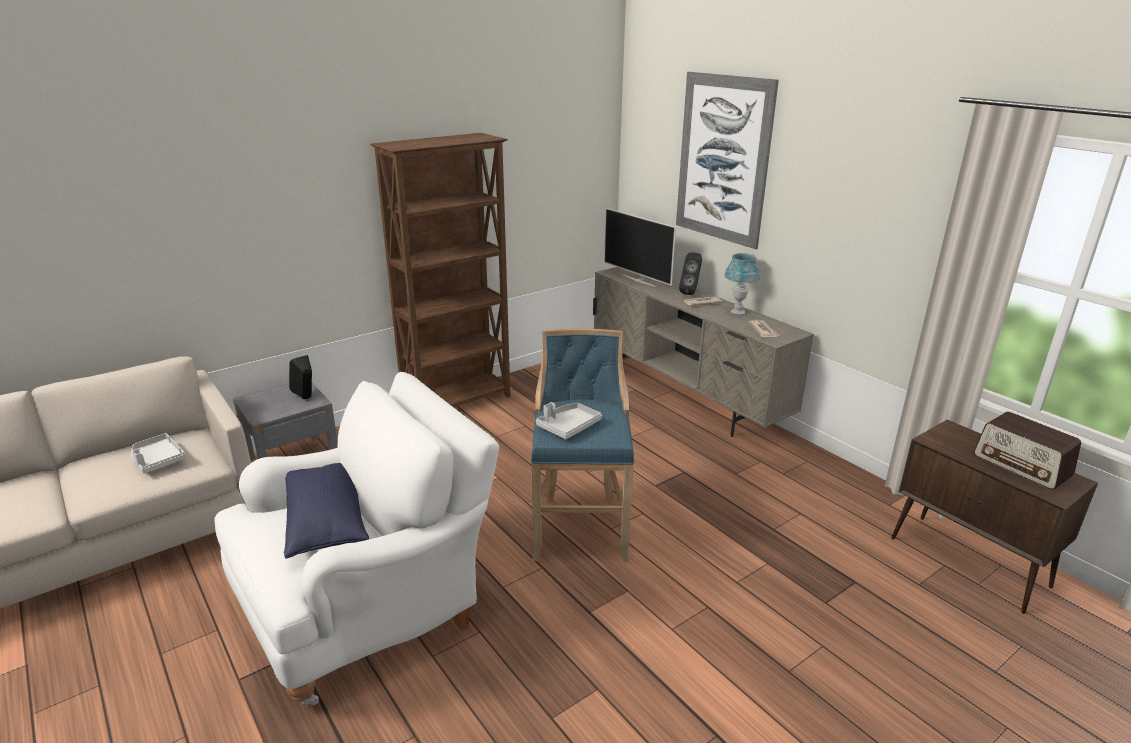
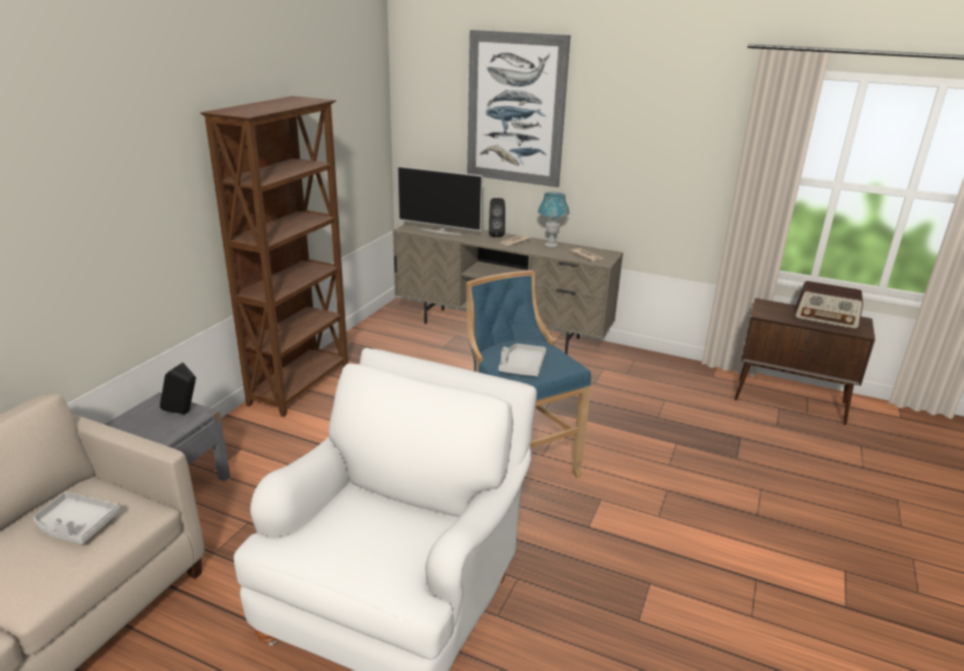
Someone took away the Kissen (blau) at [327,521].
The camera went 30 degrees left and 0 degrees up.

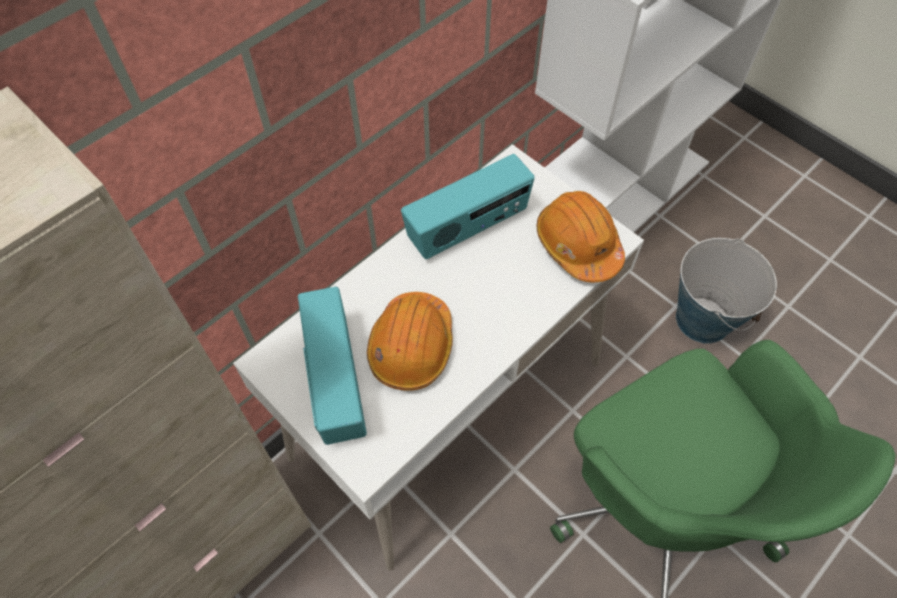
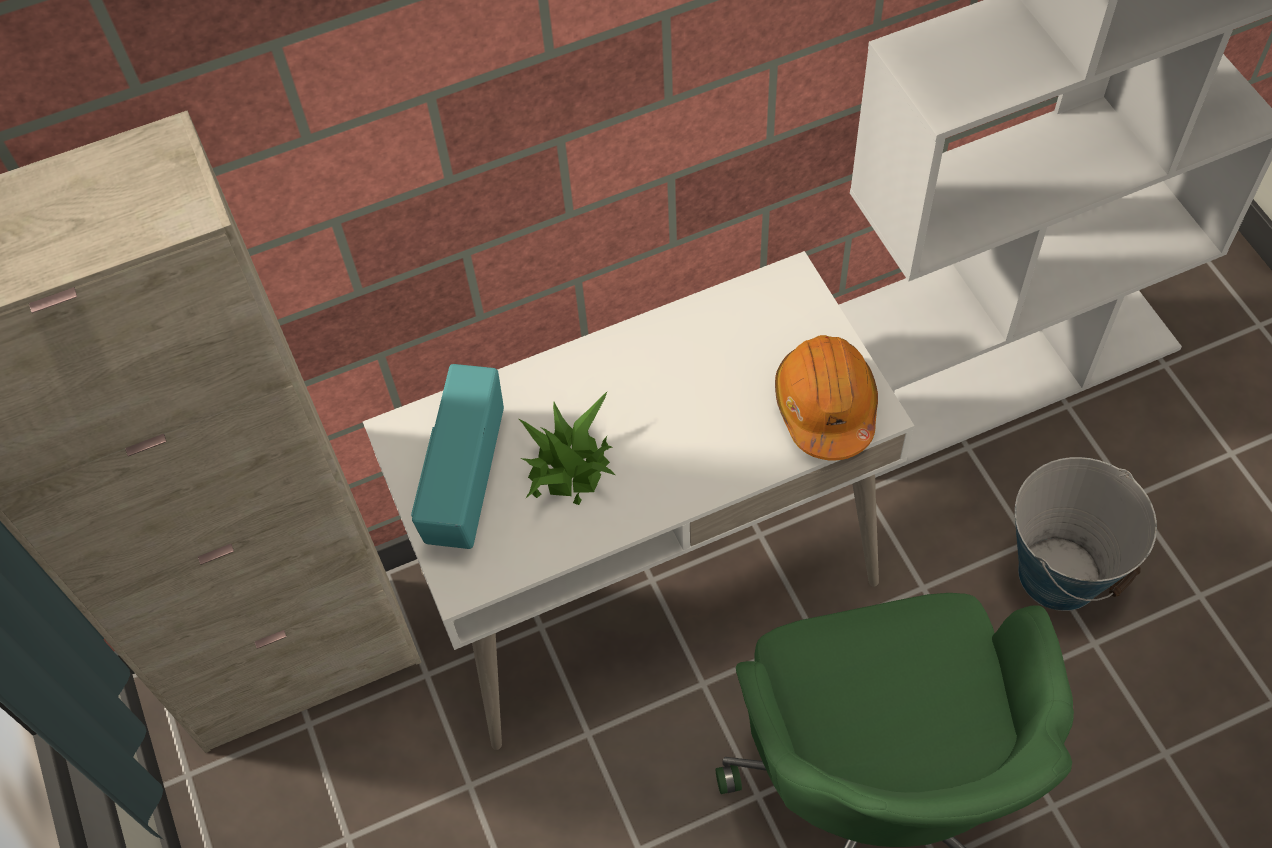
Someone took away the Radio at [468,228].
Someone swapped the Schutzhelm (orange) at [411,346] for the Topfpflanze at [568,466].
The camera went 25 degrees right and 0 degrees up.

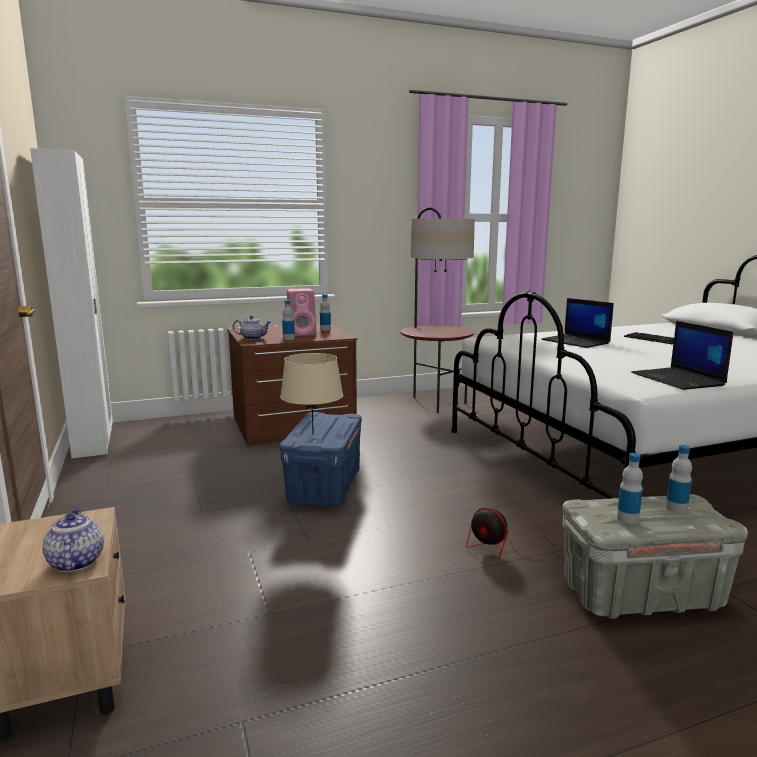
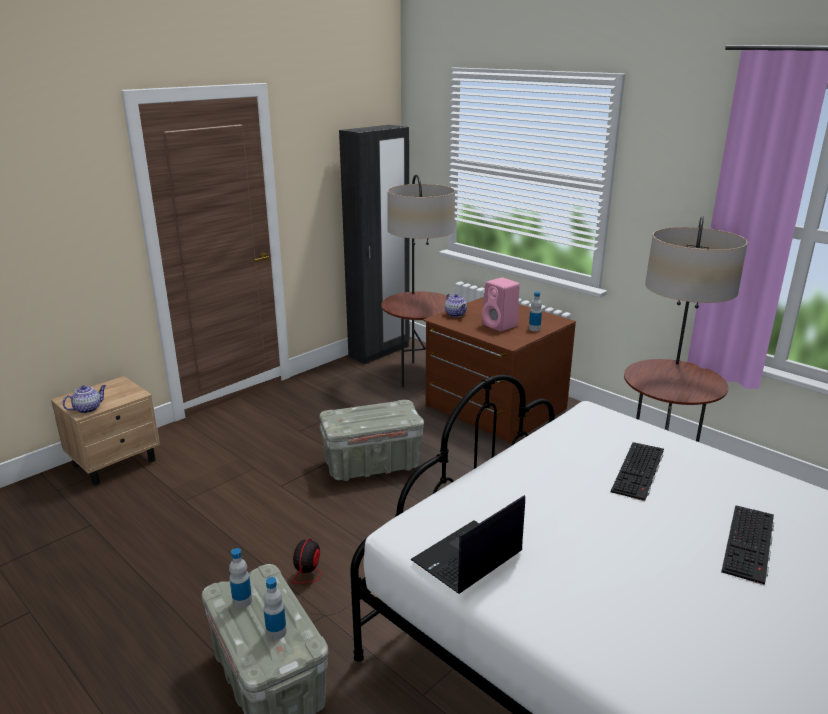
Someone took away the Tischlampe (beige) at [313,434].
Someone took away the Flasche at [288,339].
Someone put down the Stehlampe at [419,374].
Someone swapped the Laptop at [576,342] for the Tastatur at [639,471].
Someone repainted the Kleiderschrank (weiß) at [94,442], which became the Kleiderschrank (schwarz) at [379,352].
Someone repainted the Aufbewahrungsbox (blau) at [324,487], which became the Aufbewahrungsbox (grau) at [373,464].
The camera went 65 degrees right and 10 degrees up.

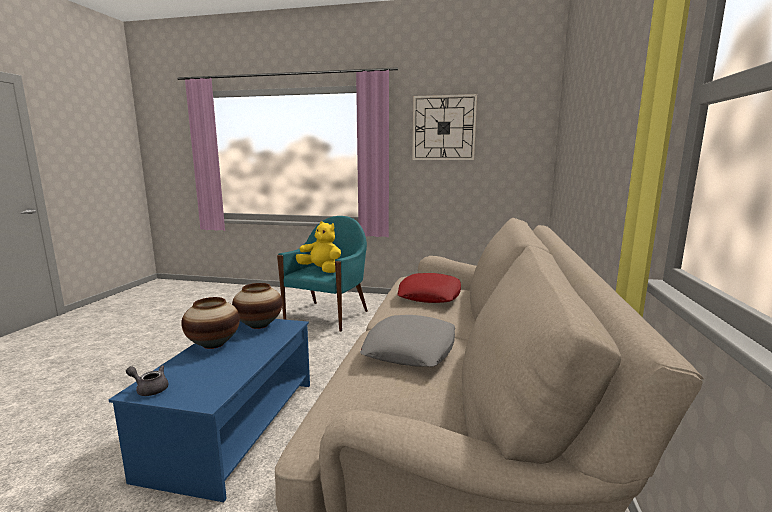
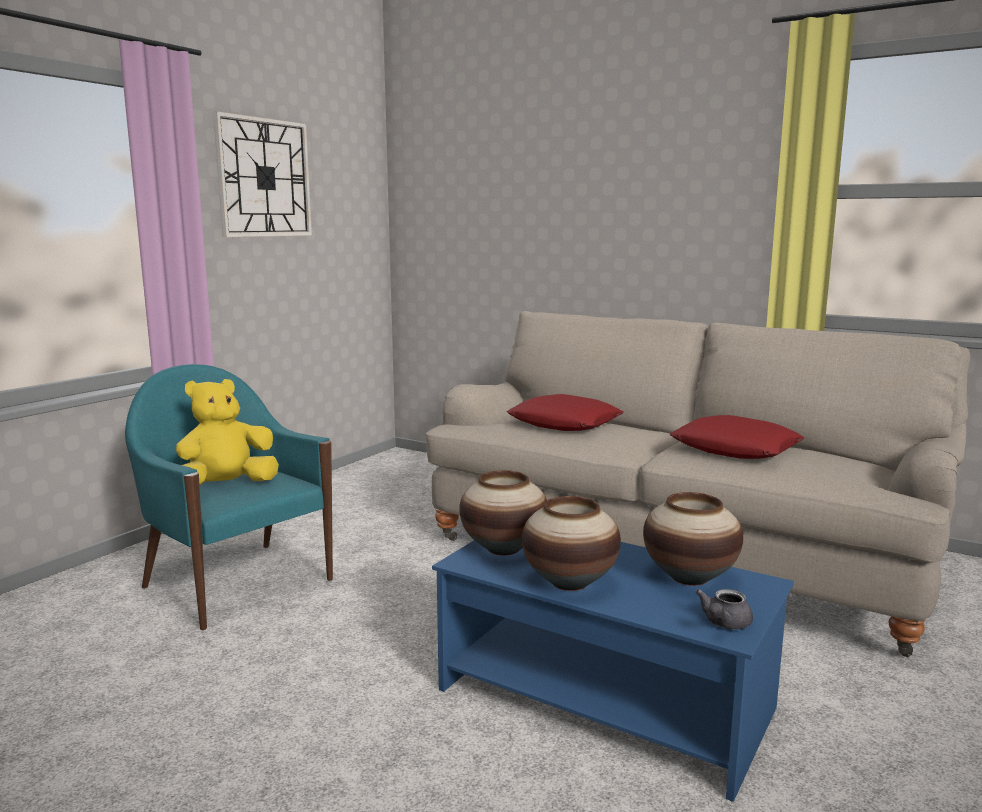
Someone put down the Vase at [689,577].
Someone repainted the Kissen (grau) at [410,349], which became the Kissen (rot) at [735,449].
The camera went 70 degrees left and 0 degrees up.

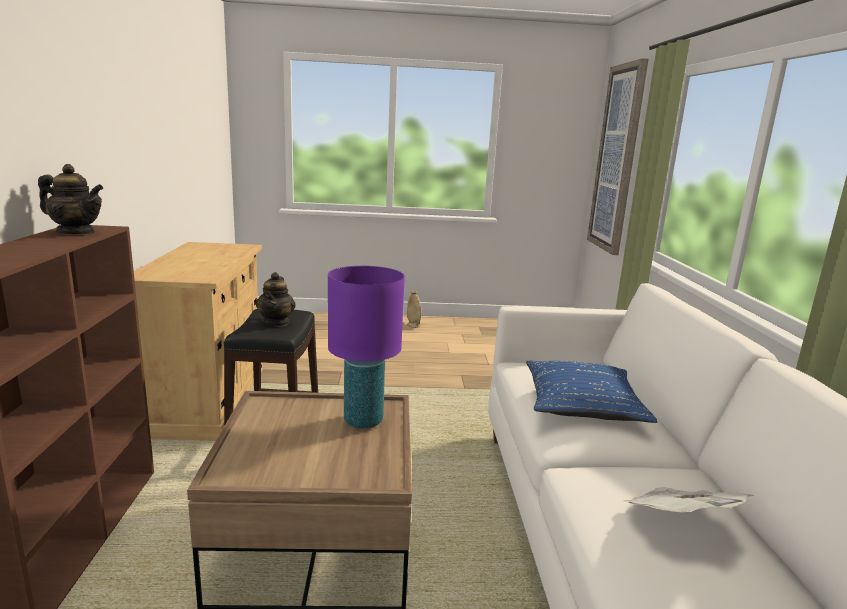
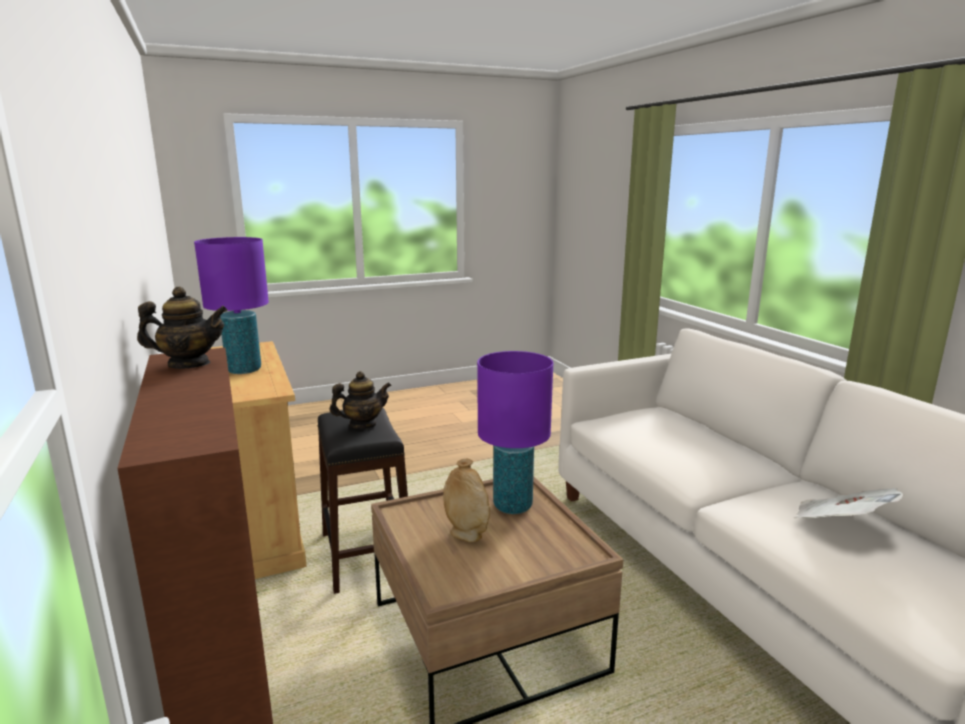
Someone took away the Kissen (blau) at [582,404].
Someone took away the Bild at [617,159].
Someone put down the Tischlampe (lila) at [244,370].
Someone carried the Vase (beige) from [413,325] to [466,534].
Someone rotated the Teekanne at [276,322] by 90 degrees counterclockwise.
The camera went 20 degrees left and 0 degrees up.

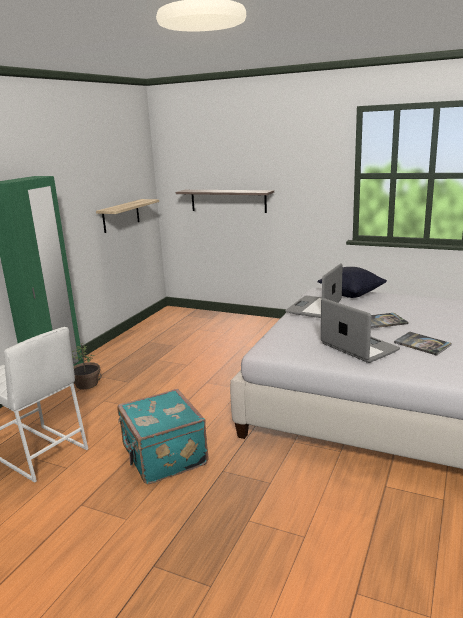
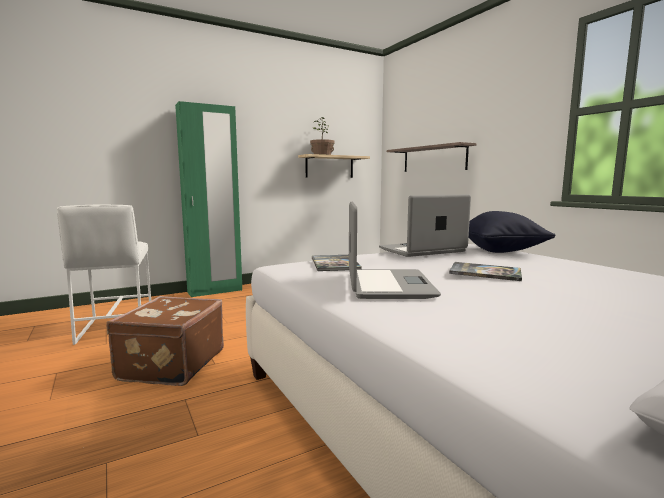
Someone carried the Topfpflanze from [87,384] to [322,155].
Someone carried the Buch from [422,344] to [335,264].
Someone repainted the Koffer (türkis) at [163,457], which became the Koffer (braun) at [170,364].
The camera went 35 degrees right and 10 degrees down.

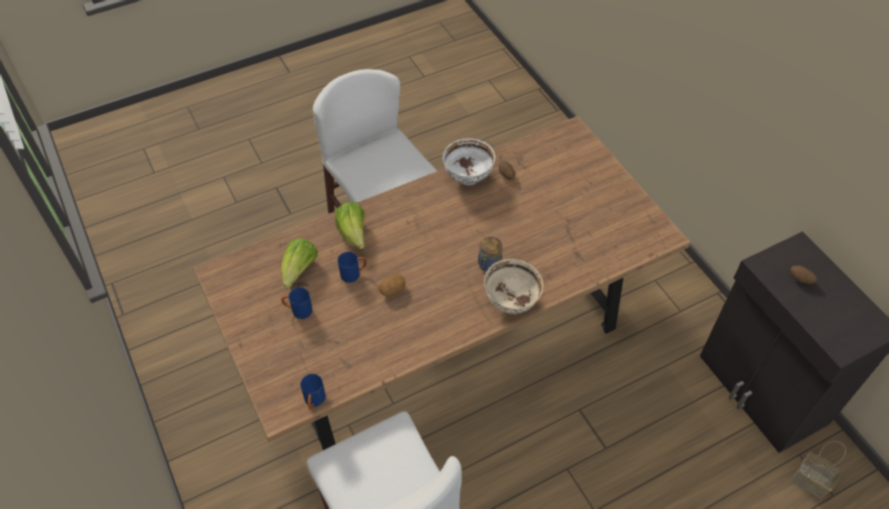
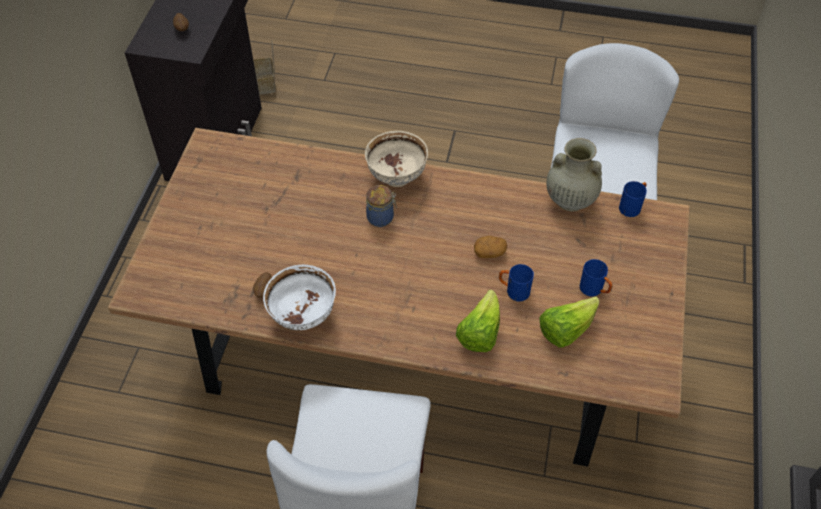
Someone put down the Vase (beige) at [569,200].
The camera went 140 degrees left and 0 degrees up.

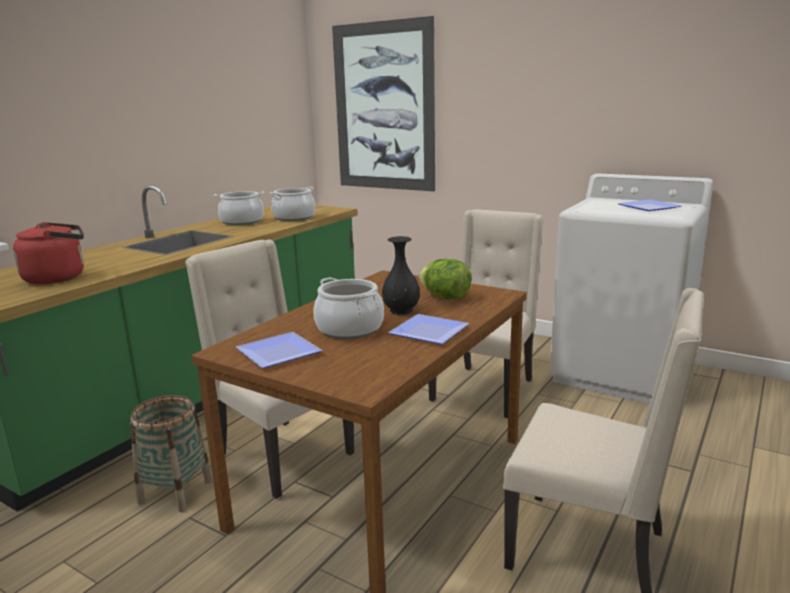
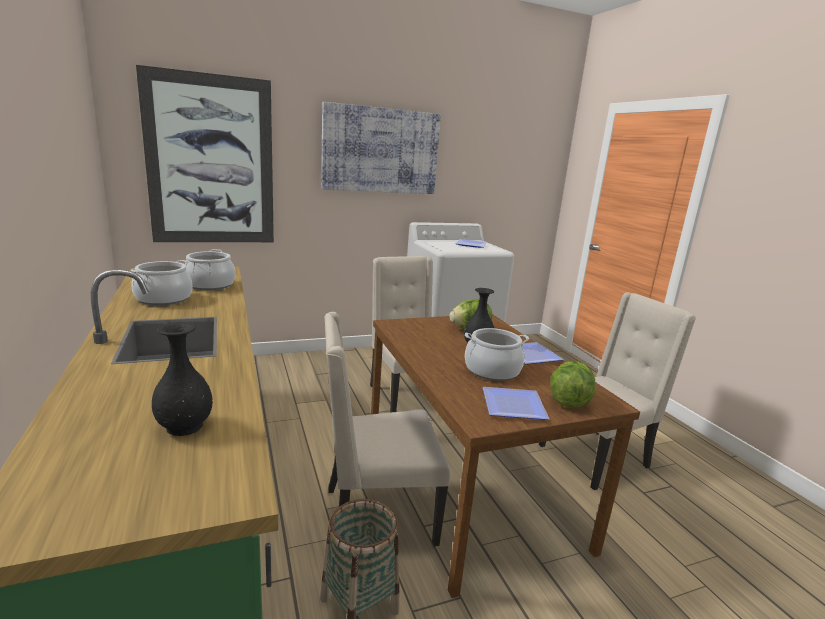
Someone put up the Bild at [380,150].
Someone put down the Salatkopf at [569,401].
Someone swapped the Wasserkessel (rot) at [59,278] for the Vase (schwarz) at [185,426].
The camera went 55 degrees left and 0 degrees up.

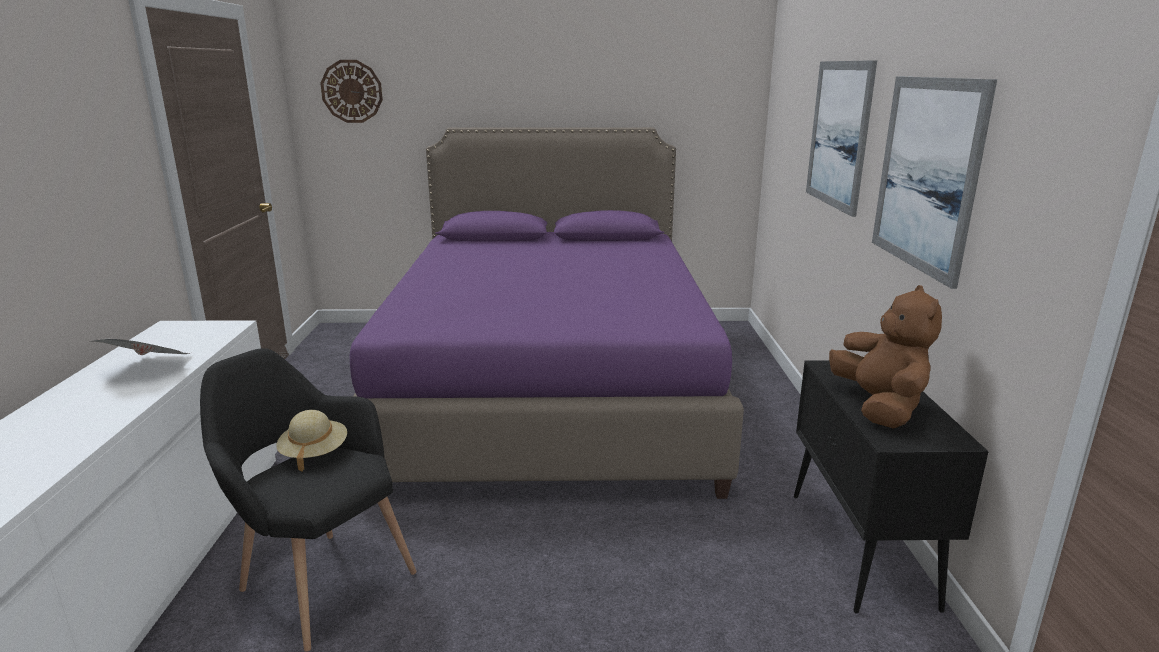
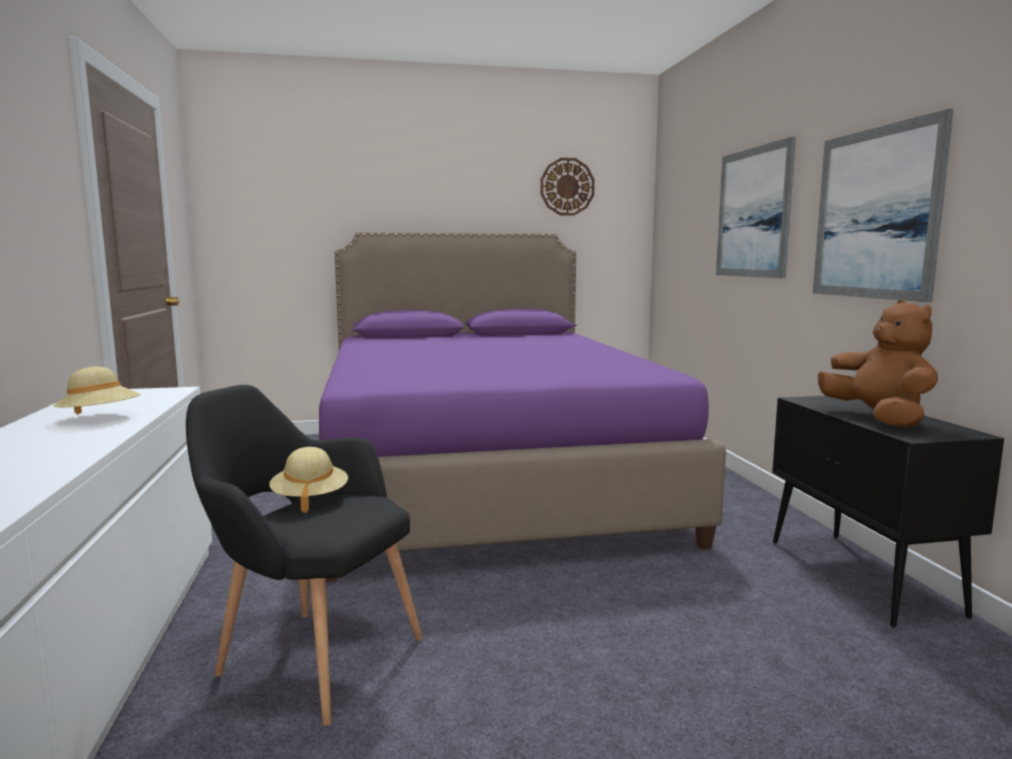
Someone carried the Wanduhr from [352,91] to [567,187].
Someone swapped the Zeitung at [150,368] for the Hut (beige) at [100,418].
The camera went 10 degrees left and 10 degrees down.

